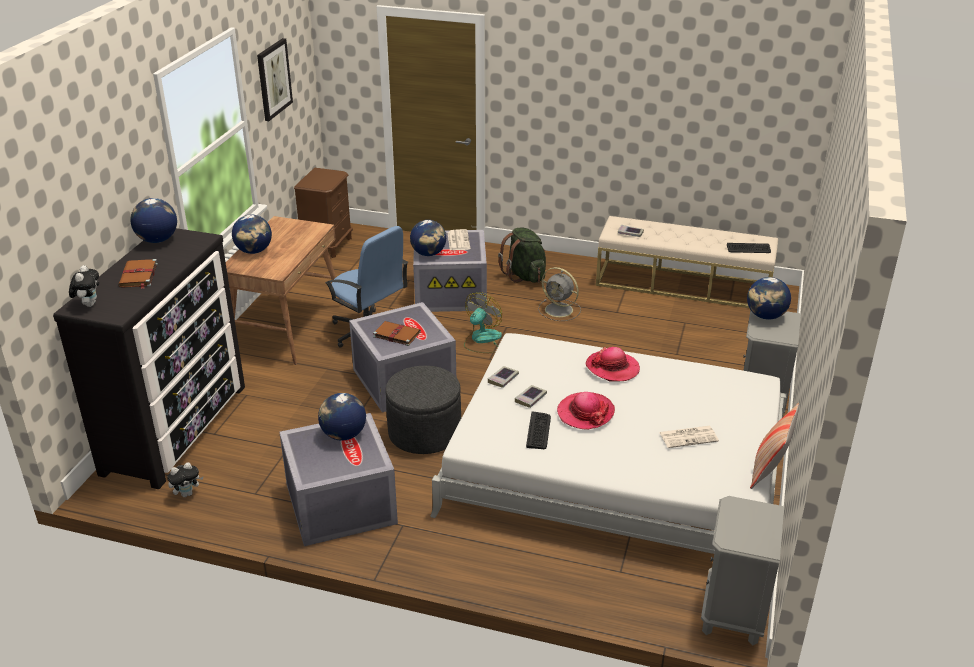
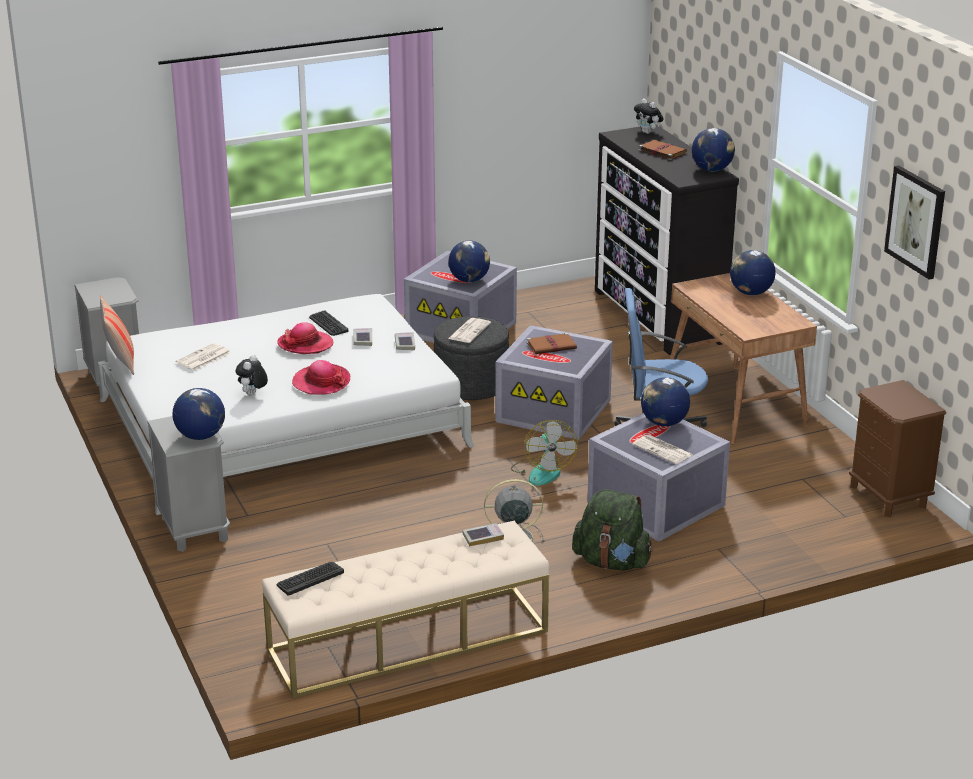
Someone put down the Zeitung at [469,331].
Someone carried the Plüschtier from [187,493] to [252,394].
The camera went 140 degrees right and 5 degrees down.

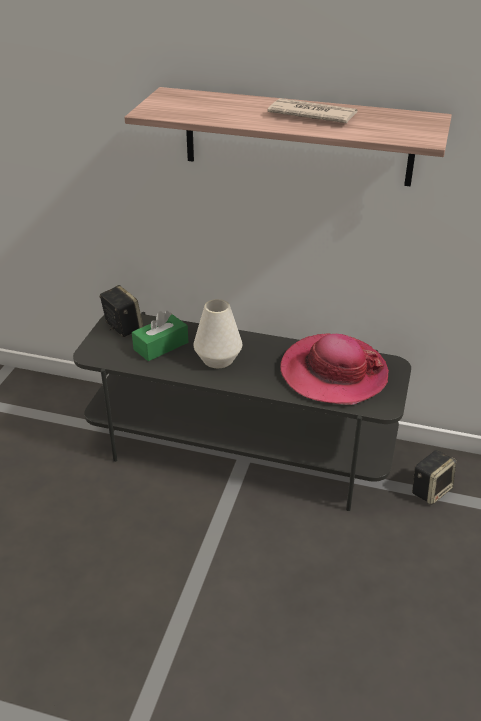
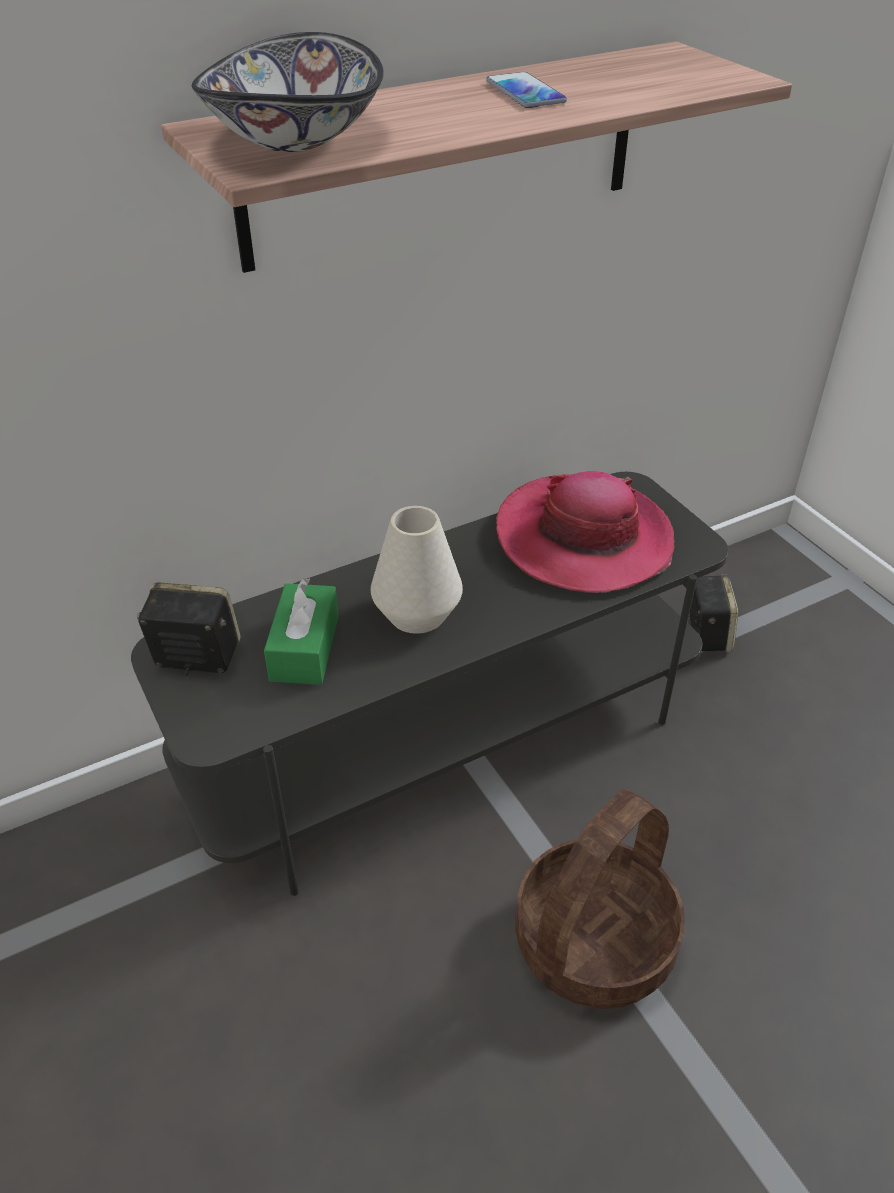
Someone put down the Schüssel at [293,138].
Someone put down the Korb at [593,940].
Someone swapped the Zeitung at [311,115] for the Handy at [525,92].
The camera went 45 degrees left and 5 degrees up.

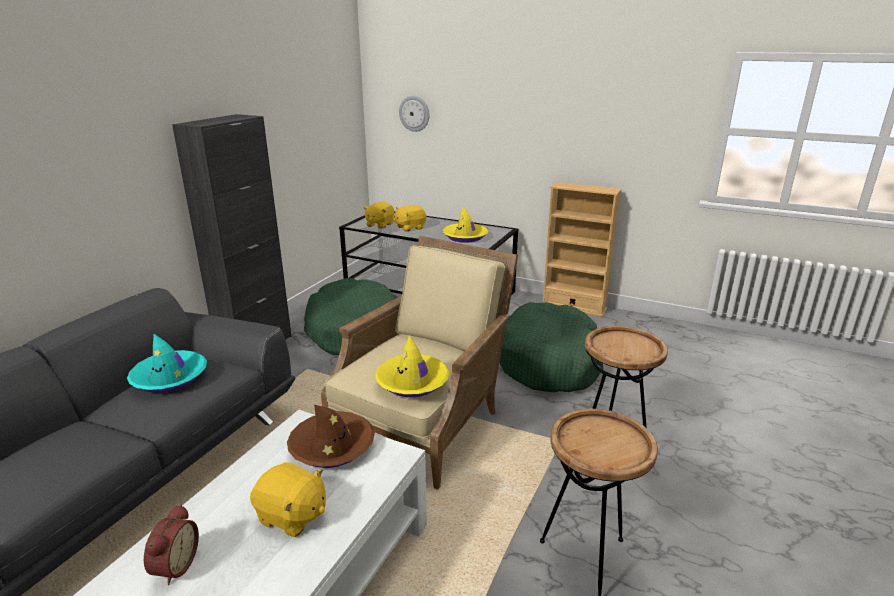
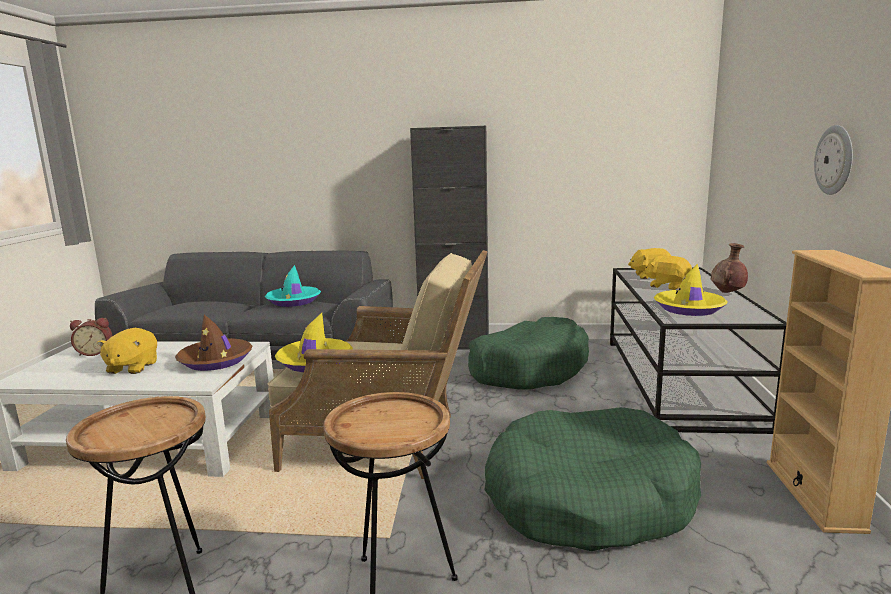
Someone put down the Vase (braun) at [727,292].
Someone carried the Wanduhr from [414,113] to [835,160].
The camera went 70 degrees right and 10 degrees down.

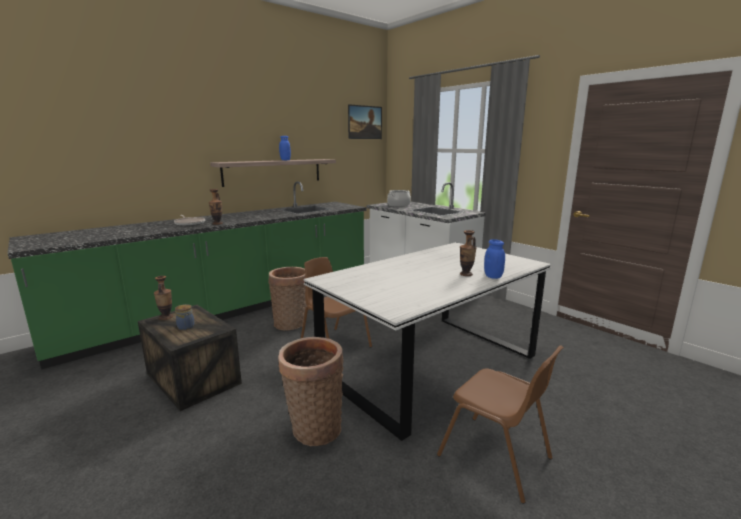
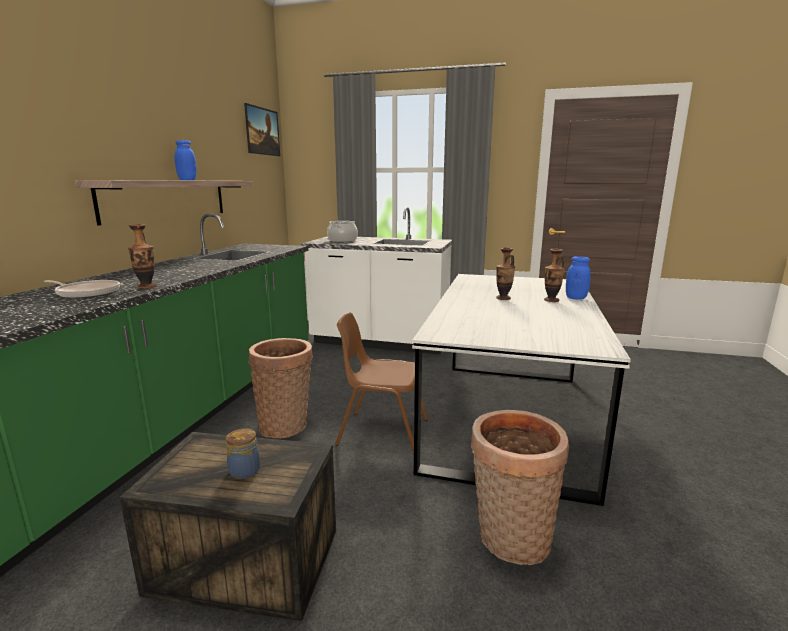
Someone took away the Stuhl (braun) at [496,457].
Someone carried the Vase from [166,317] to [503,298].
The camera went 35 degrees left and 0 degrees up.

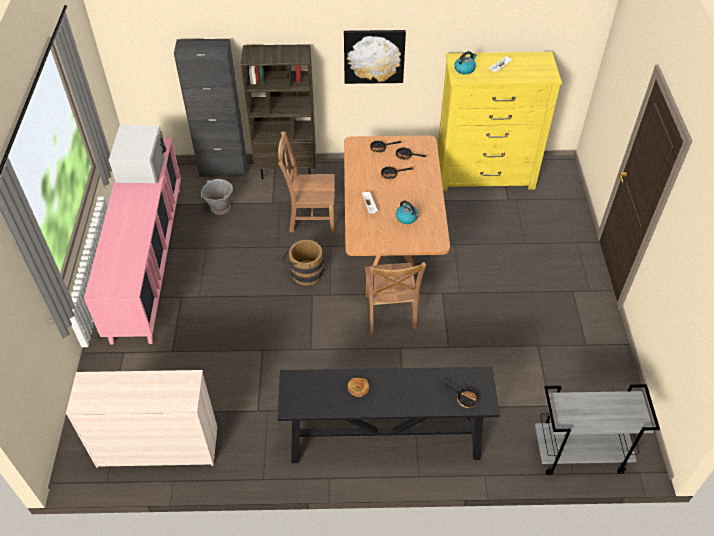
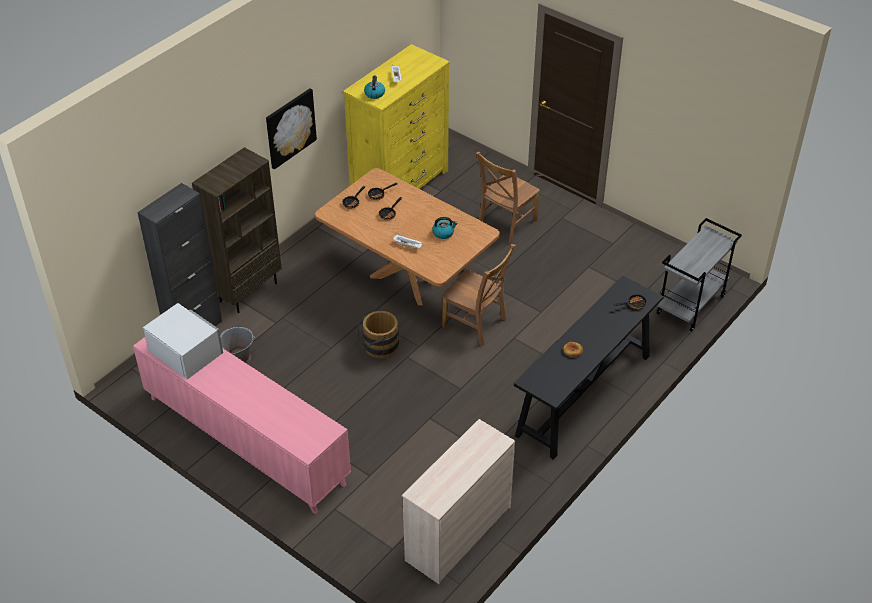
Someone carried the Stuhl (braun) from [309,217] to [505,224].
The camera went 50 degrees left and 5 degrees down.

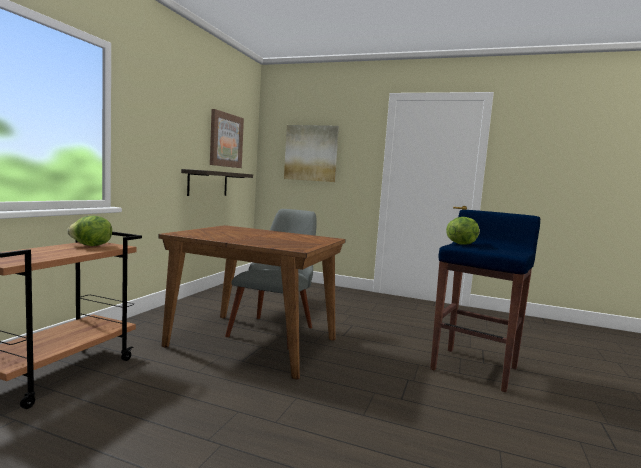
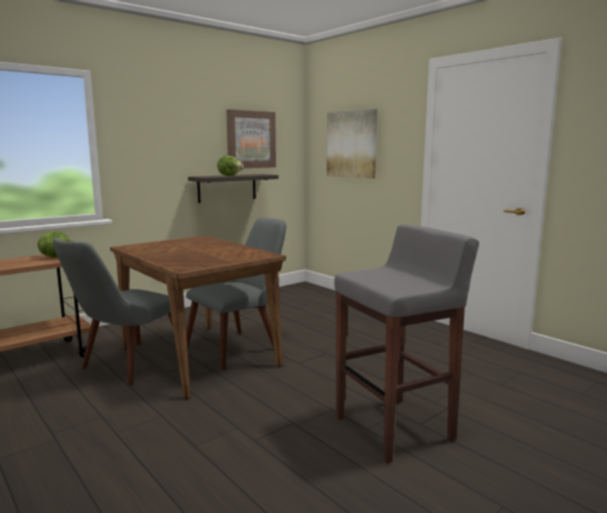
Someone put down the Stuhl (grau) at [125,367].
Someone carried the Salatkopf from [461,244] to [229,175].
Someone repainted the Hocker (blau) at [475,368], which became the Hocker (grau) at [395,428].
The camera went 30 degrees right and 5 degrees up.

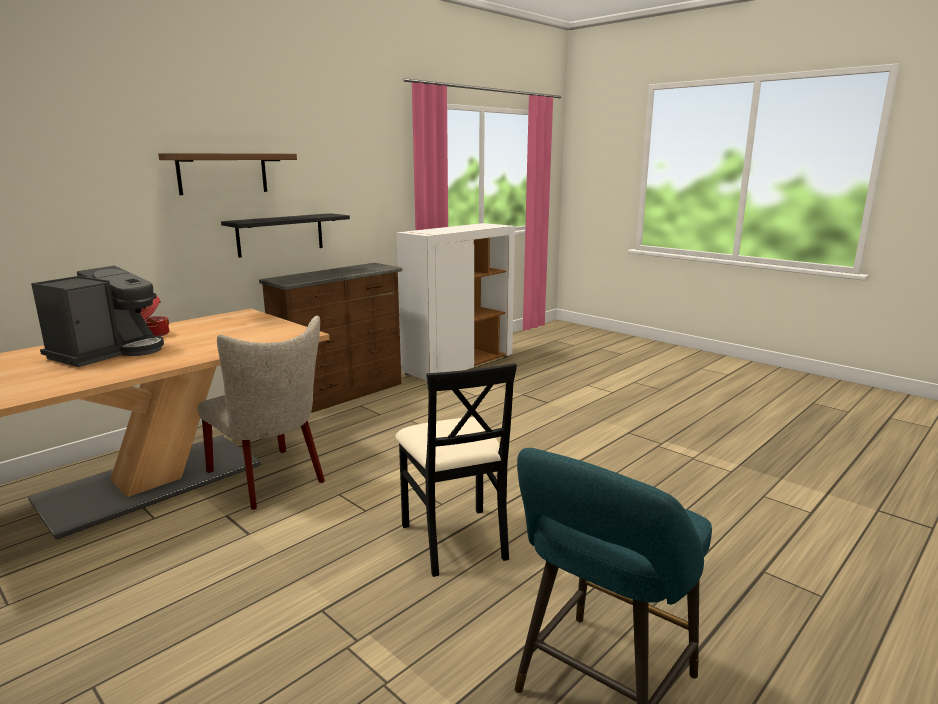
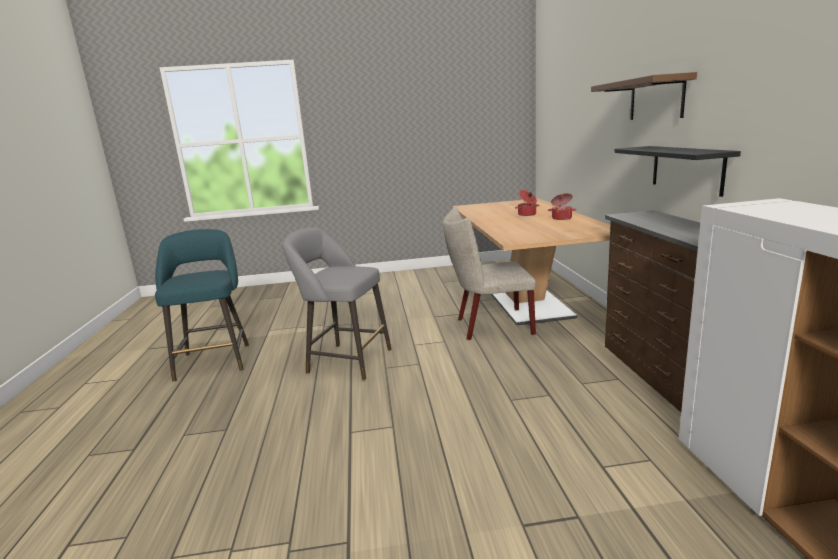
Someone swapped the Kaffeemaschine at [109,352] for the Kochtopf at [527,214].
Someone swapped the Stuhl (schwarz) at [455,539] for the Hocker (grau) at [345,361].
The camera went 130 degrees right and 0 degrees up.

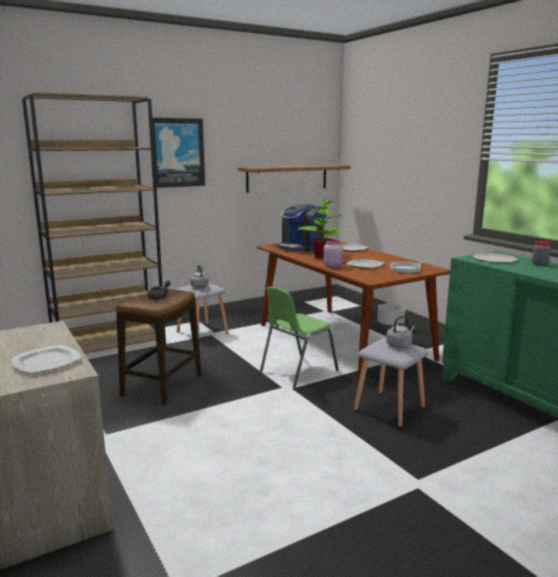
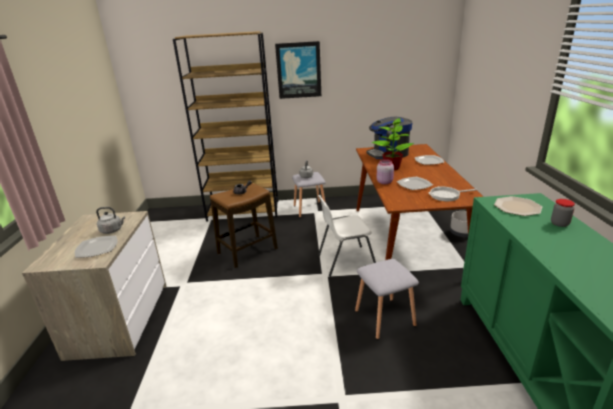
Someone took away the Wandregal at [287,178].
Someone carried the Wasserkessel (grau) from [399,345] to [113,230].
Someone repainted the Stuhl (grün) at [297,371], which became the Stuhl (weiß) at [345,261].
The camera went 30 degrees right and 10 degrees up.

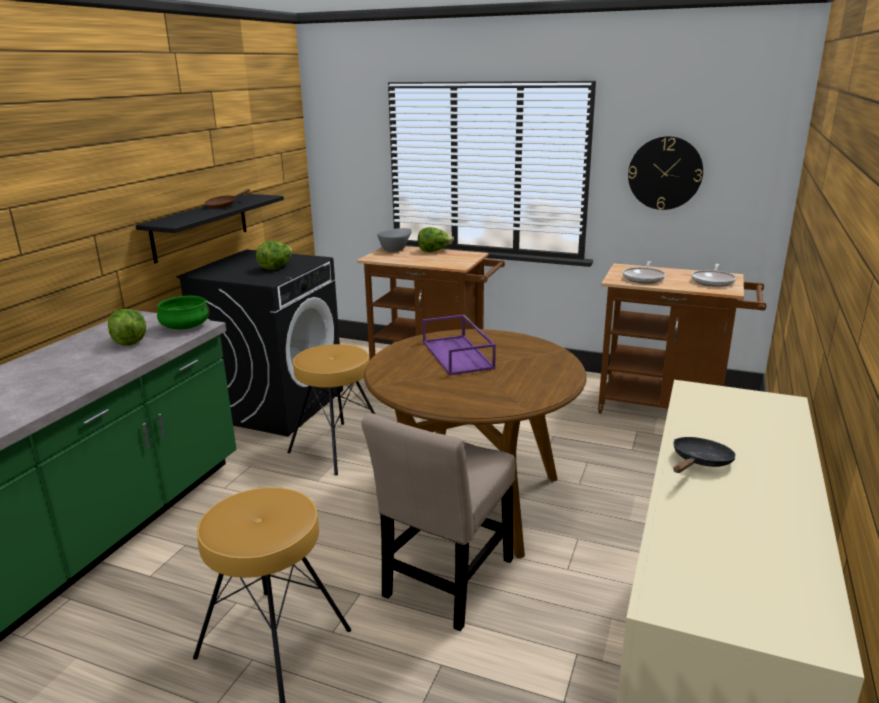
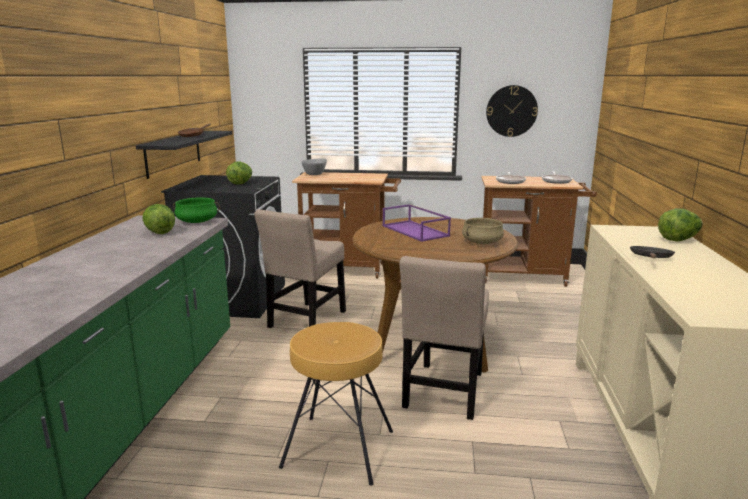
Someone put down the Kochtopf (beige) at [482,242].
Someone carried the Salatkopf from [434,251] to [678,239].
Someone swapped the Hocker (braun) at [338,447] for the Stuhl (beige) at [306,321].
The camera went 15 degrees left and 5 degrees down.

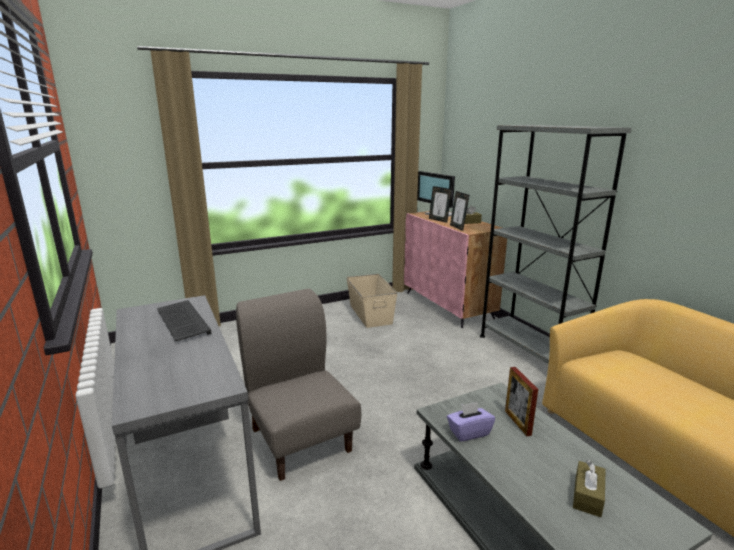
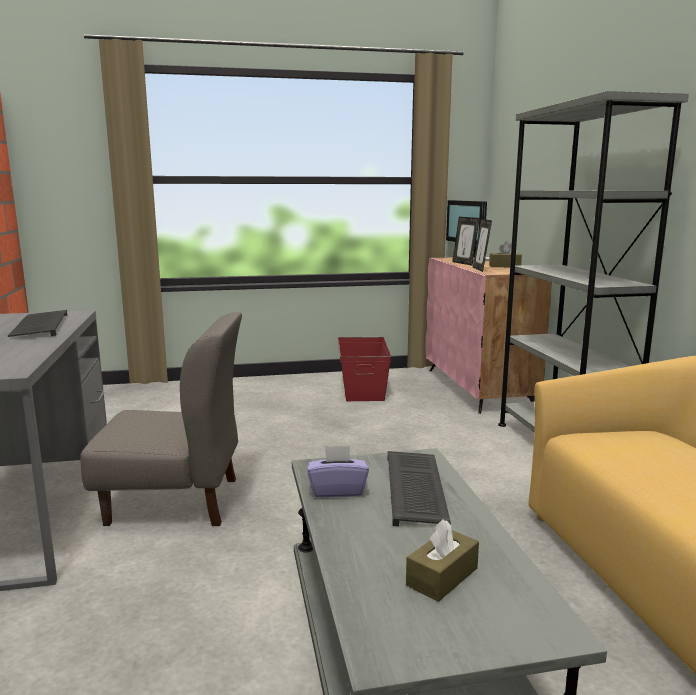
Someone swapped the Bilderrahmen at [517,422] for the Tastatur at [417,489].
Someone repainted the Aufbewahrungsbox (beige) at [371,314], which became the Aufbewahrungsbox (rot) at [363,388].
Someone rotated the Stuhl (grau) at [300,439] by 105 degrees clockwise.
The camera went 15 degrees right and 5 degrees down.

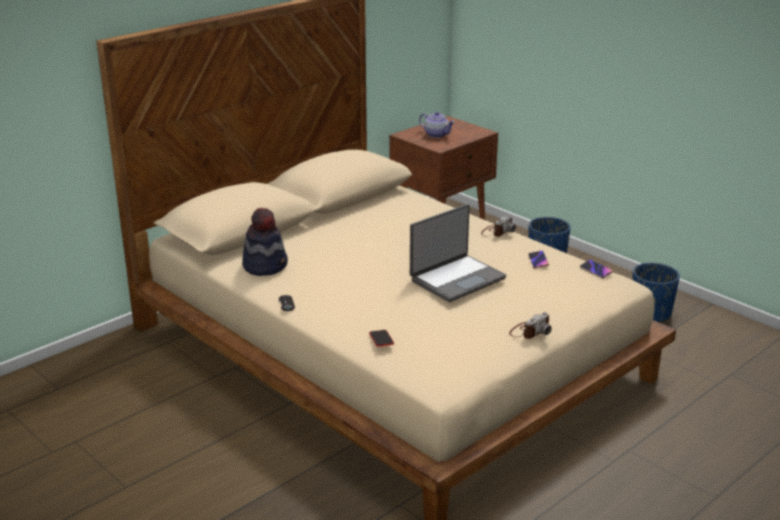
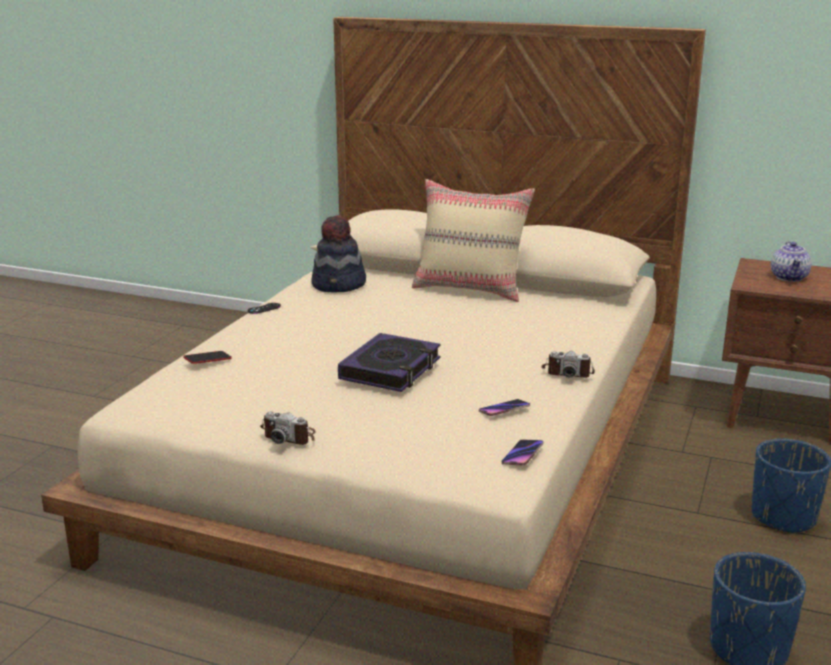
Someone put down the Kissen (beige) at [470,289].
Someone swapped the Laptop at [456,279] for the Buch at [391,369].
The camera went 65 degrees right and 5 degrees down.

